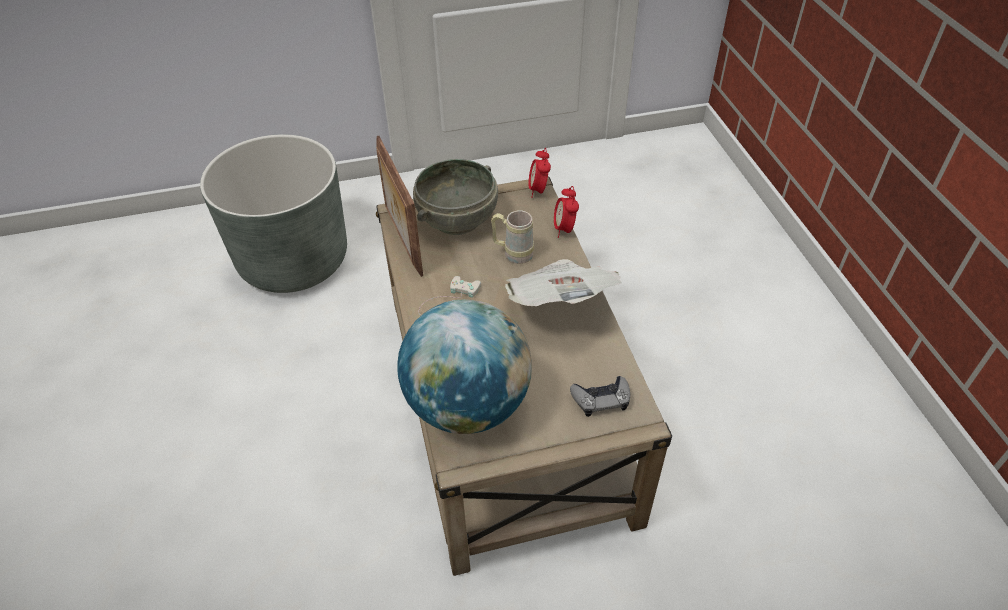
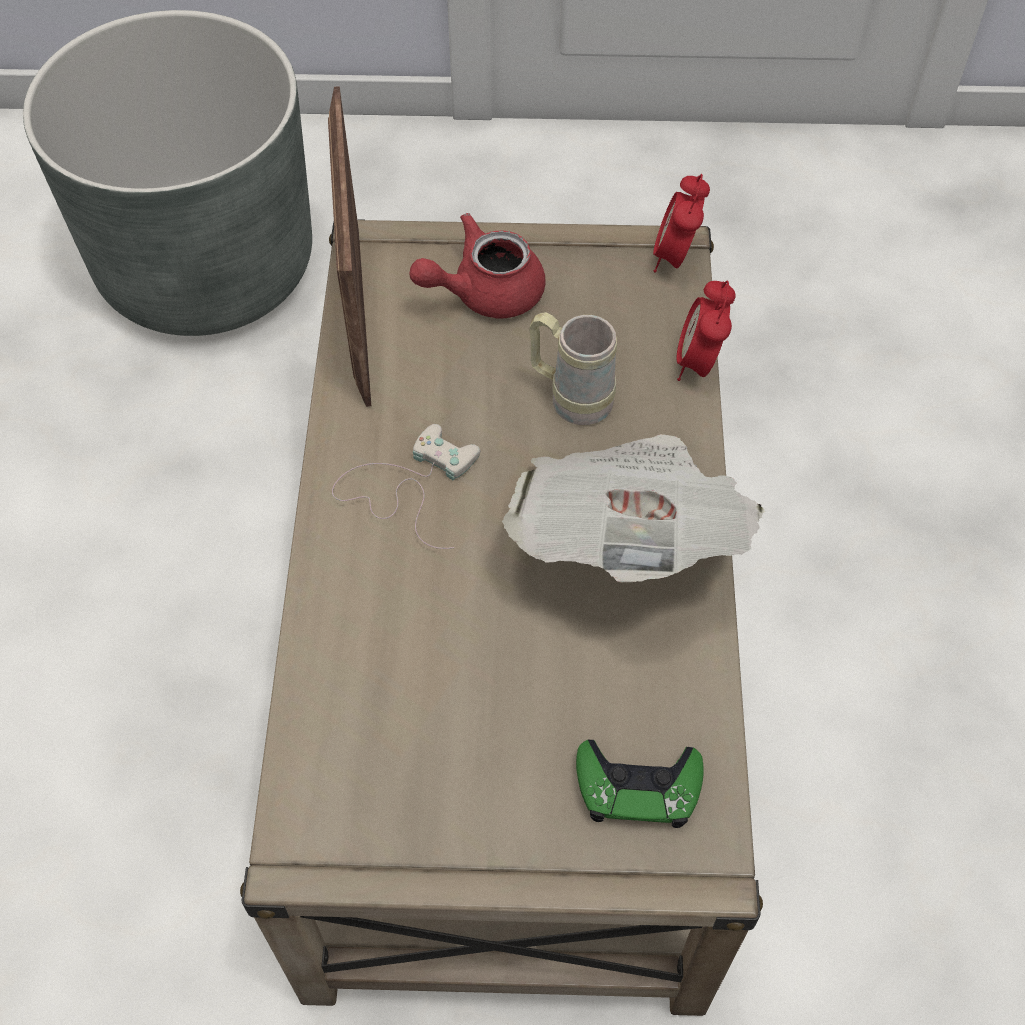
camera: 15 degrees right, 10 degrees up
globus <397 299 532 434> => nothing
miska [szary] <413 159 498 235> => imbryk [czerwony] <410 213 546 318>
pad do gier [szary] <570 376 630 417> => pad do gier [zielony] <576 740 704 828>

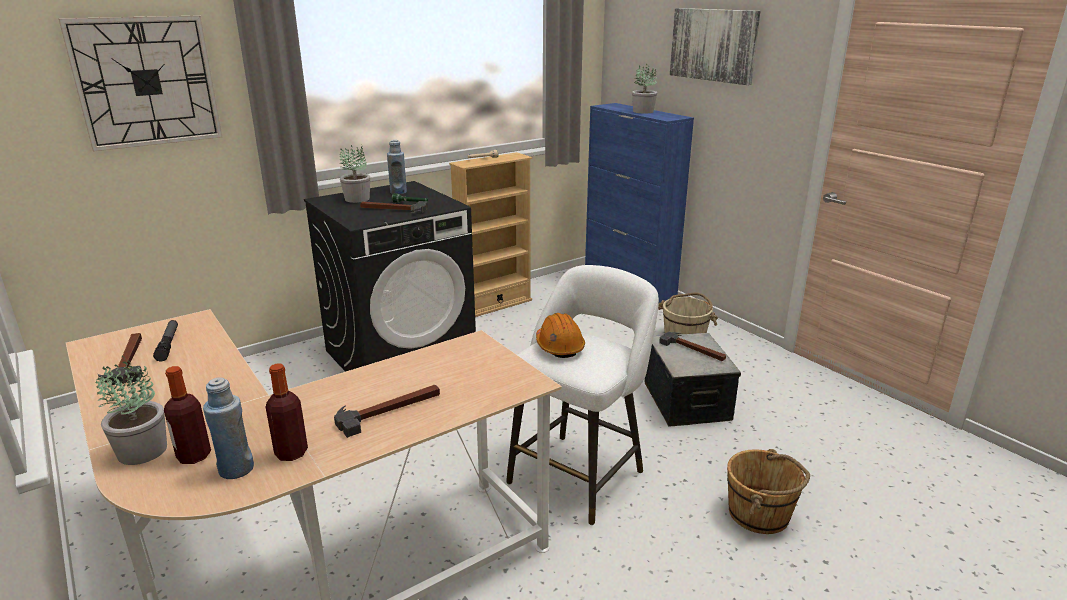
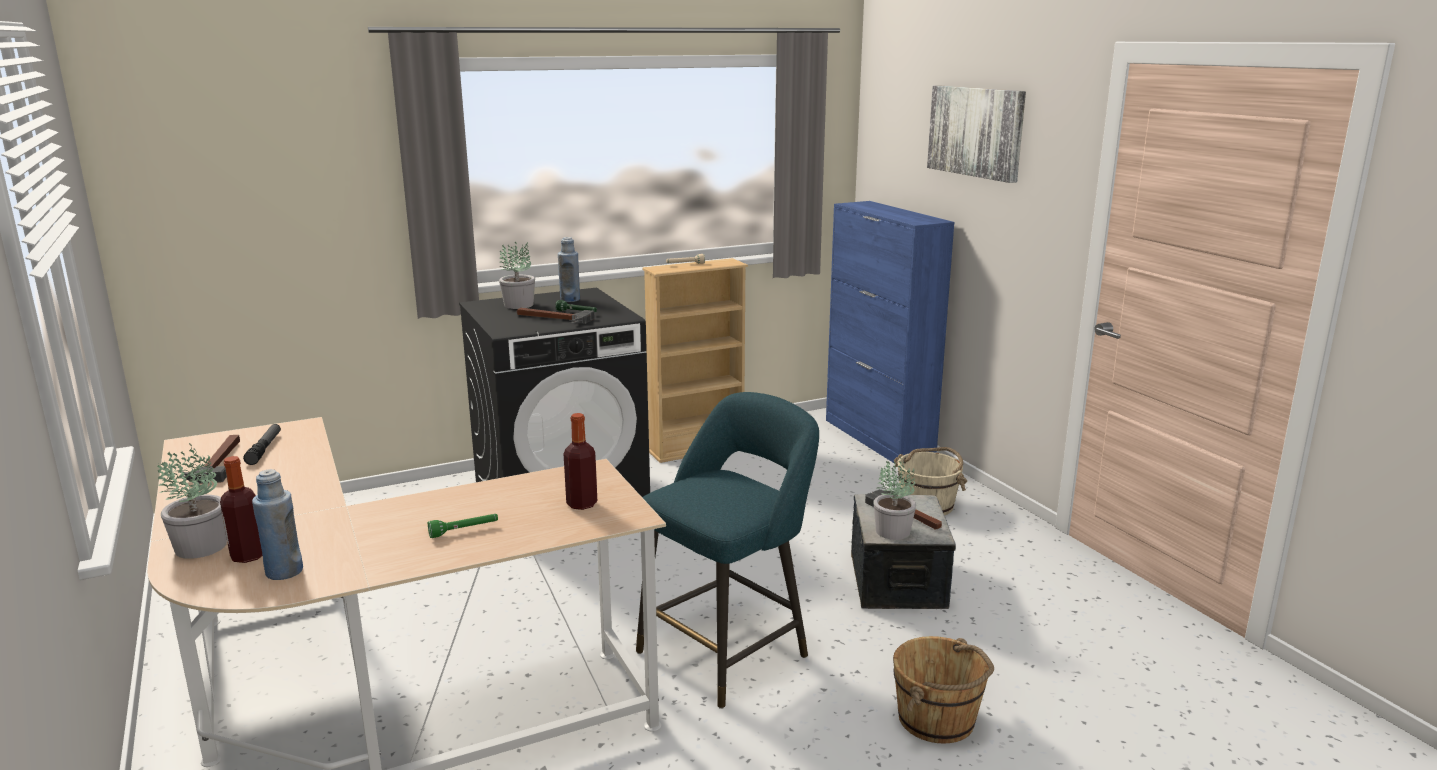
camera: 10 degrees right, 5 degrees down
zegar ścienny <58 15 222 152> => nothing
kask [pomarańczowy] <536 313 585 358> => nothing
butelka <266 364 308 461> => butelka <564 413 597 510>, moved
roślina doniczkowa <632 64 657 113> => roślina doniczkowa <873 457 916 540>, moved
młotek <334 385 440 438> => latarka [zielony] <428 514 498 538>
stołek [biały] <506 265 659 525> => stołek [turkusowy] <636 392 819 709>

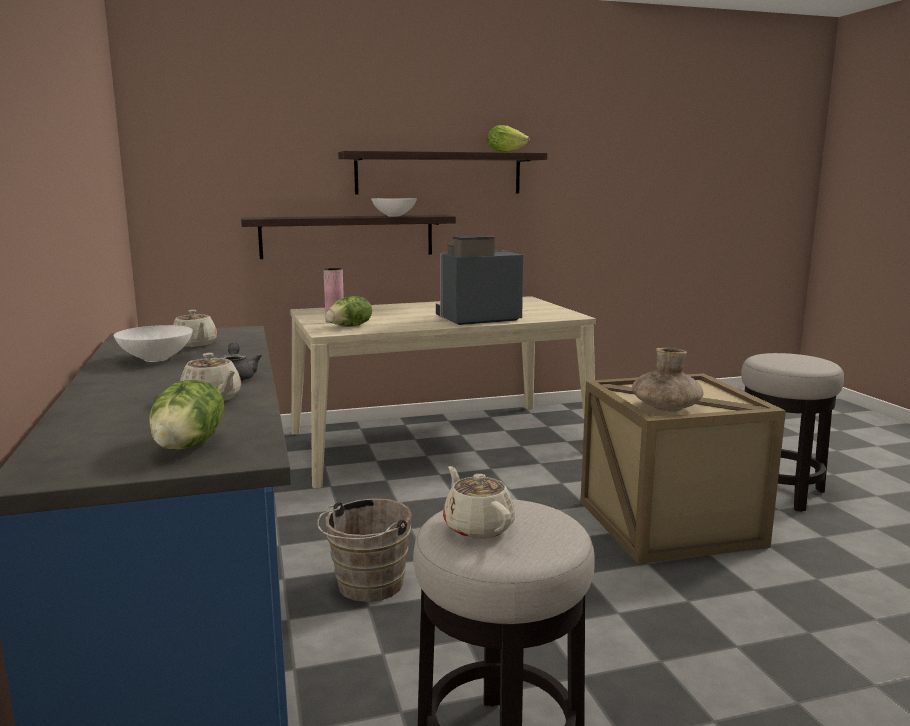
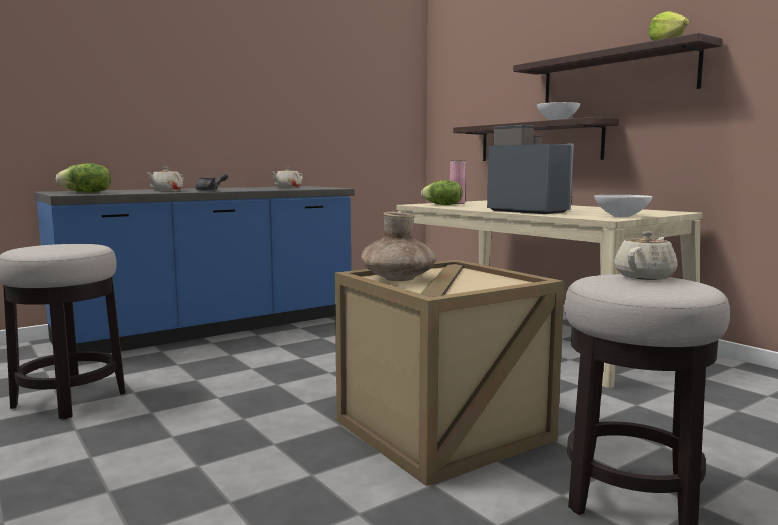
camera: 70 degrees right, 5 degrees down
wiadro [brązowy] <317 498 412 602> => nothing
miska [biały] <114 325 193 362> => miska [biały] <594 195 653 217>, moved
imbryk [beżowy] <443 466 515 539> => imbryk [beżowy] <614 231 677 280>, moved

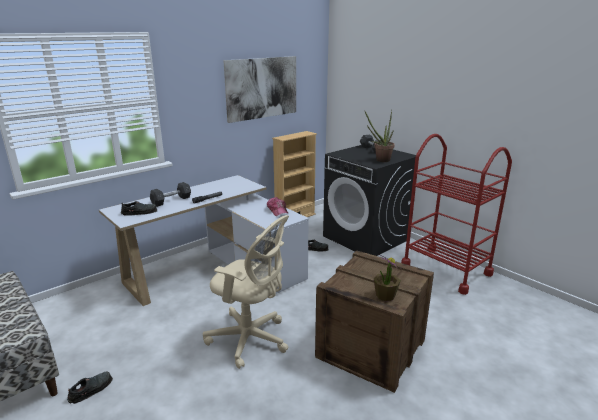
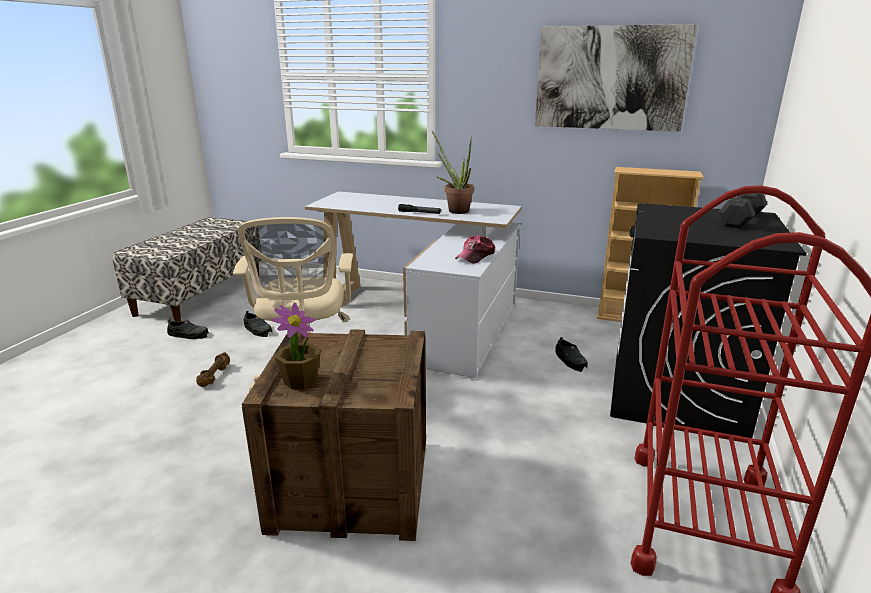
camera: 60 degrees right, 0 degrees up
hantel [szary] <150 182 191 207> => nothing
nothing => hantel [brązowy] <196 352 230 387>
but [czarny] <121 201 157 215> => but [czarny] <244 311 273 337>, moved
roślina doniczkowa <365 110 395 162> => roślina doniczkowa <432 131 474 214>, moved

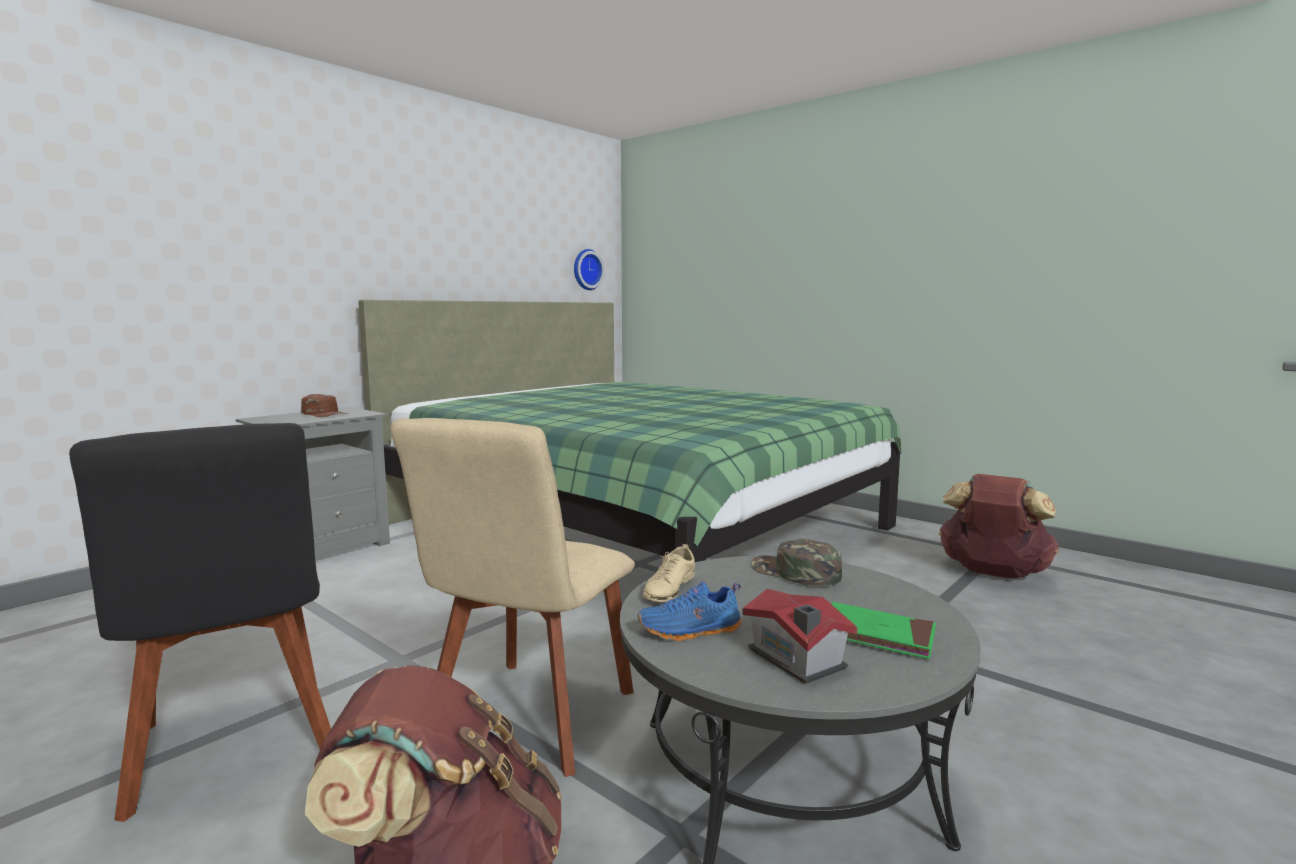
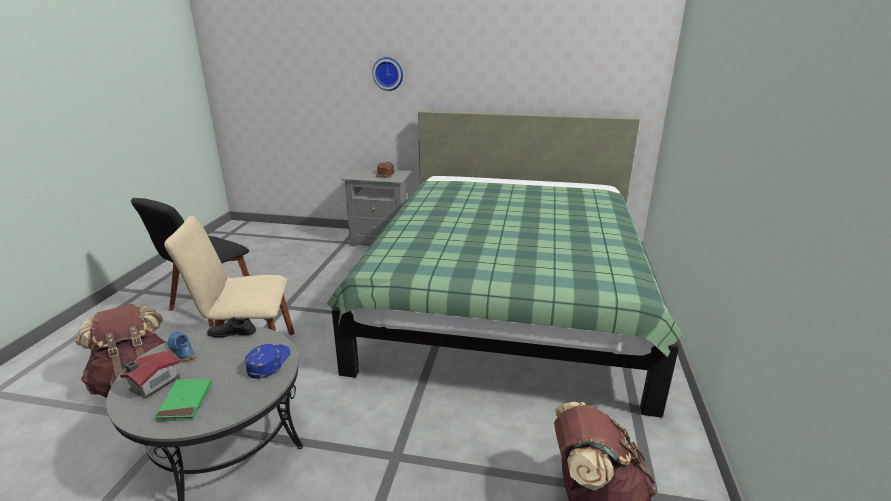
camera: 60 degrees right, 15 degrees up
zegar ścienny <574 249 604 290> => zegar ścienny <372 57 403 91>, moved
but [beżowy] <643 544 695 602> => but [czarny] <207 317 256 338>
czapka z daszkiem [zielony] <751 539 842 586> => czapka z daszkiem [niebieski] <245 344 290 379>

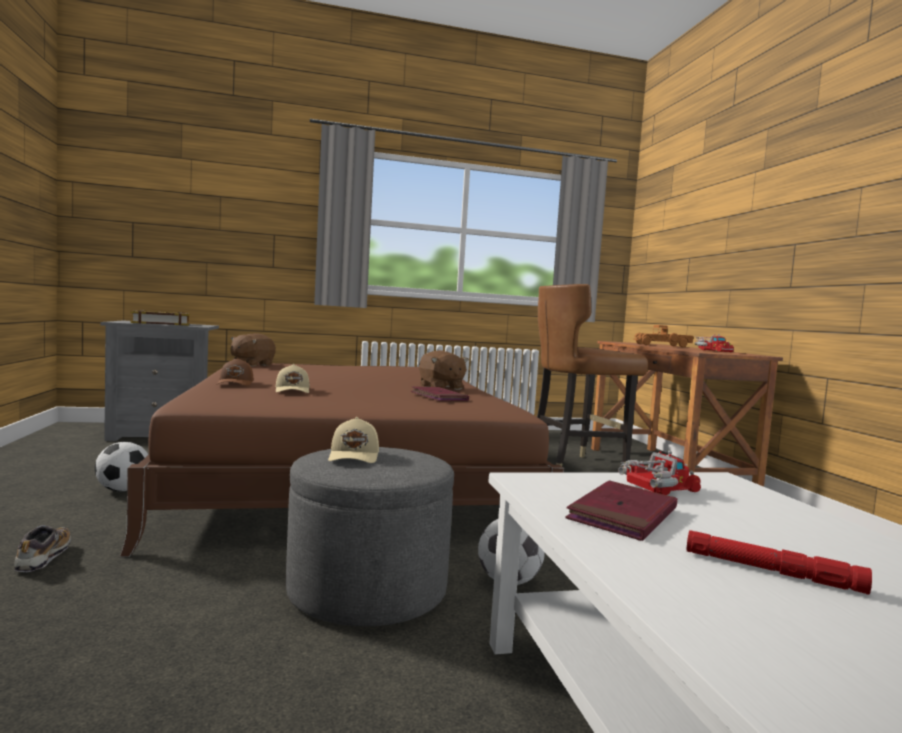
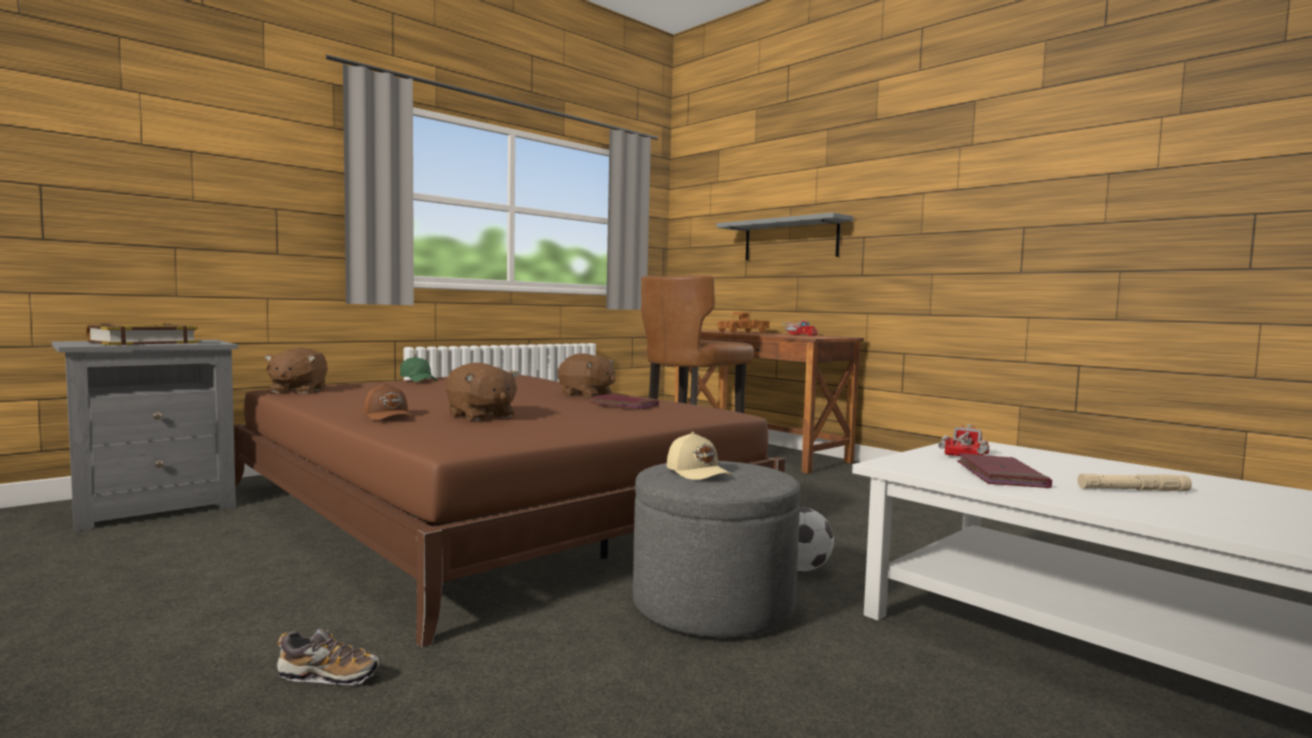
camera: 30 degrees left, 0 degrees up
piłka futbolowa <95 442 148 491> => nothing
nothing => czapka z daszkiem [zielony] <400 357 437 382>
nothing => półka [szary] <717 213 854 260>
czapka z daszkiem [beżowy] <276 364 310 393> => pluszak [brązowy] <446 363 519 421>
latarka [czerwony] <687 530 872 595> => latarka [beżowy] <1077 474 1192 491>
but <14 525 71 572> => but <277 629 380 685>, 135 degrees clockwise

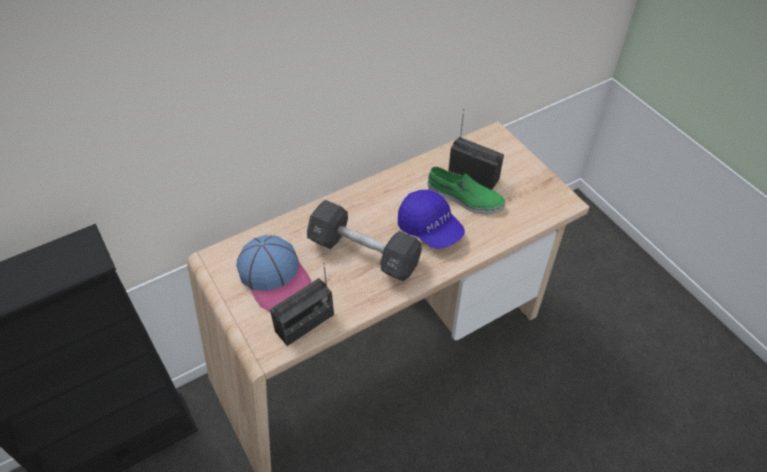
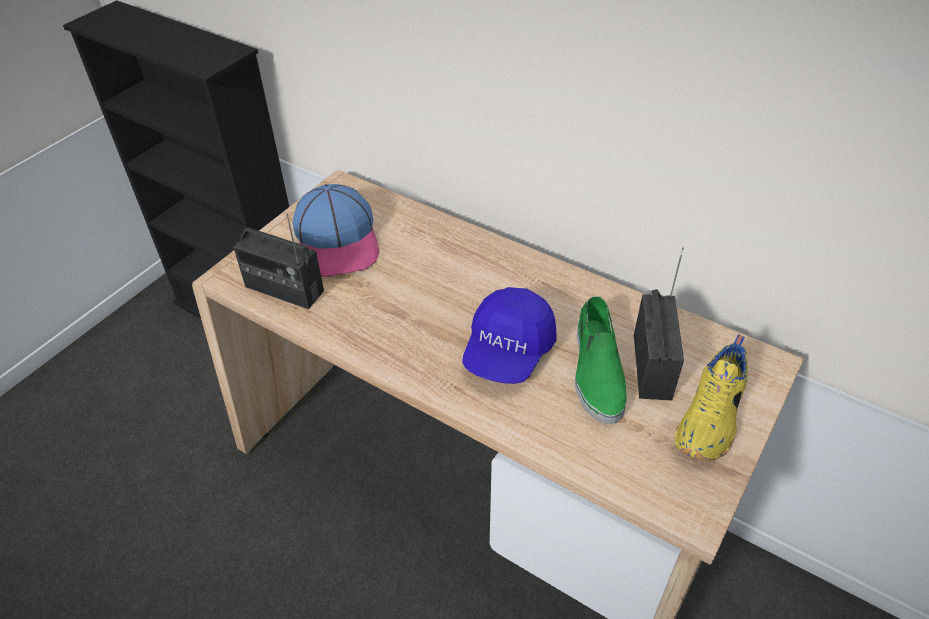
camera: 65 degrees right, 5 degrees down
hantel [czarny] <307 200 422 281> => nothing
nothing => but [żółty] <675 334 748 461>
czapka z daszkiem <236 235 312 311> => czapka z daszkiem <292 184 379 277>, 45 degrees counterclockwise

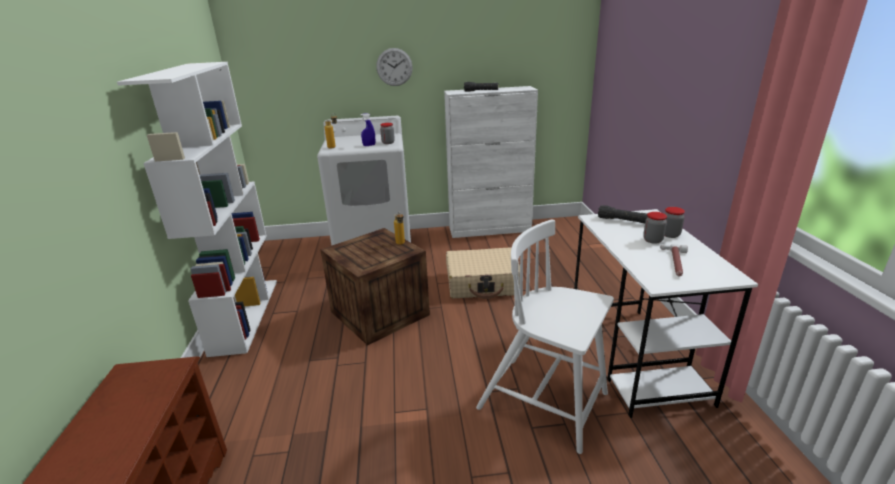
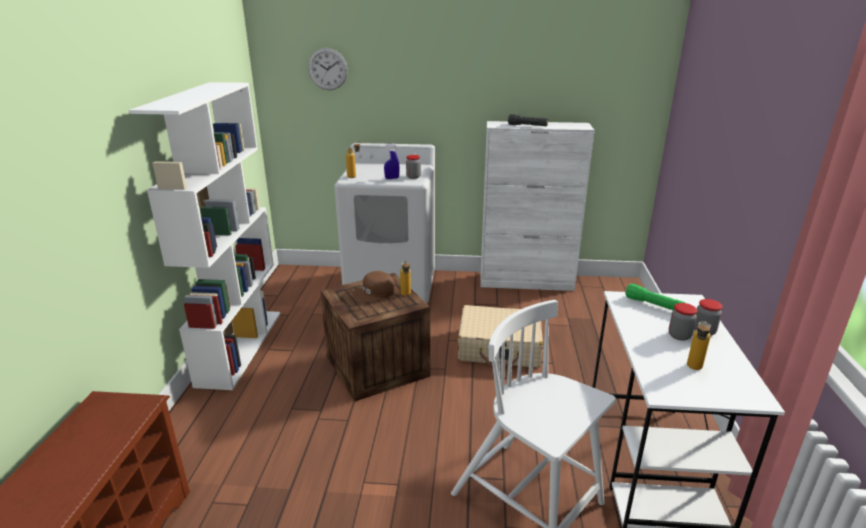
camera: 10 degrees right, 0 degrees up
nothing => czapka z daszkiem [brązowy] <353 271 396 302>
zegar ścienny <376 48 413 86> => zegar ścienny <308 48 348 90>, moved
młotek <660 244 688 276> => butelka <687 321 711 370>
latarka [czarny] <598 205 648 223> => latarka [zielony] <625 284 685 311>

